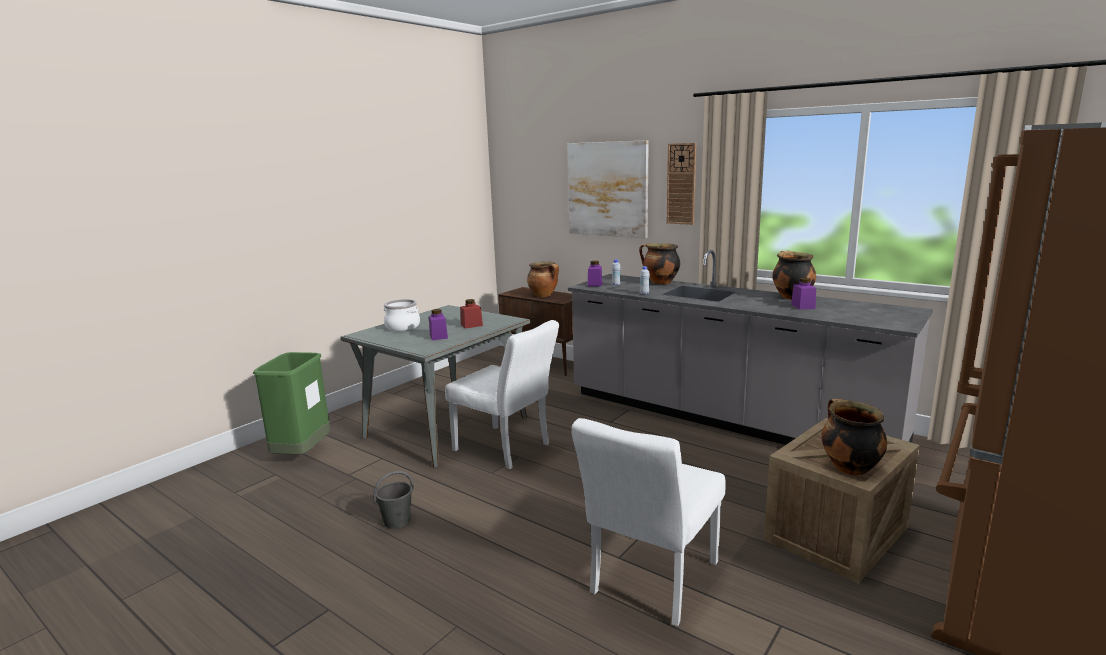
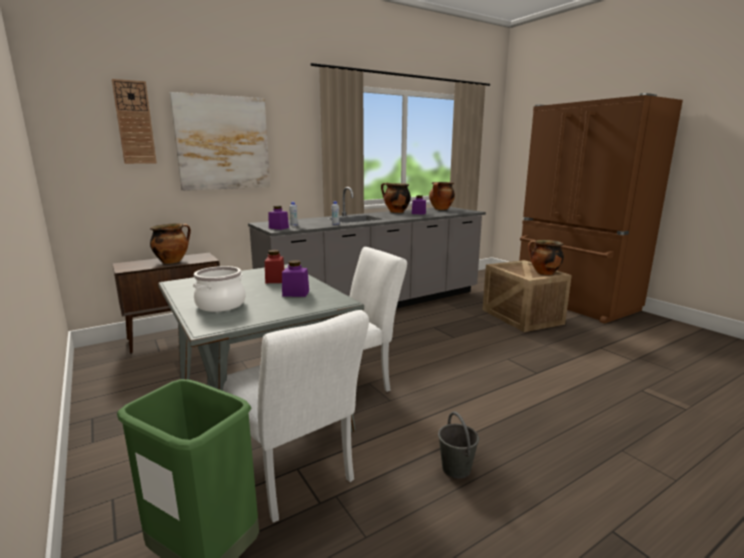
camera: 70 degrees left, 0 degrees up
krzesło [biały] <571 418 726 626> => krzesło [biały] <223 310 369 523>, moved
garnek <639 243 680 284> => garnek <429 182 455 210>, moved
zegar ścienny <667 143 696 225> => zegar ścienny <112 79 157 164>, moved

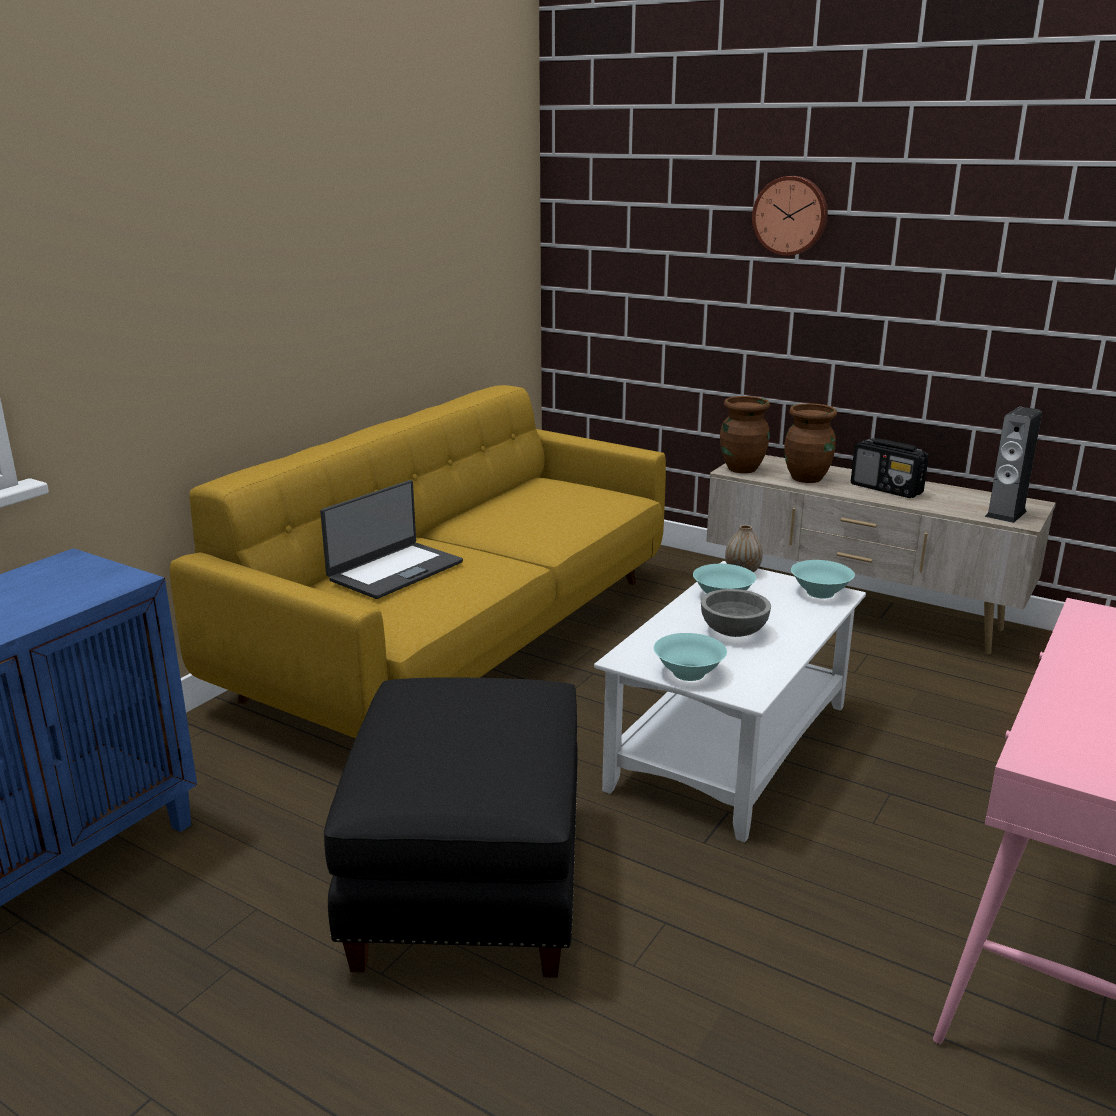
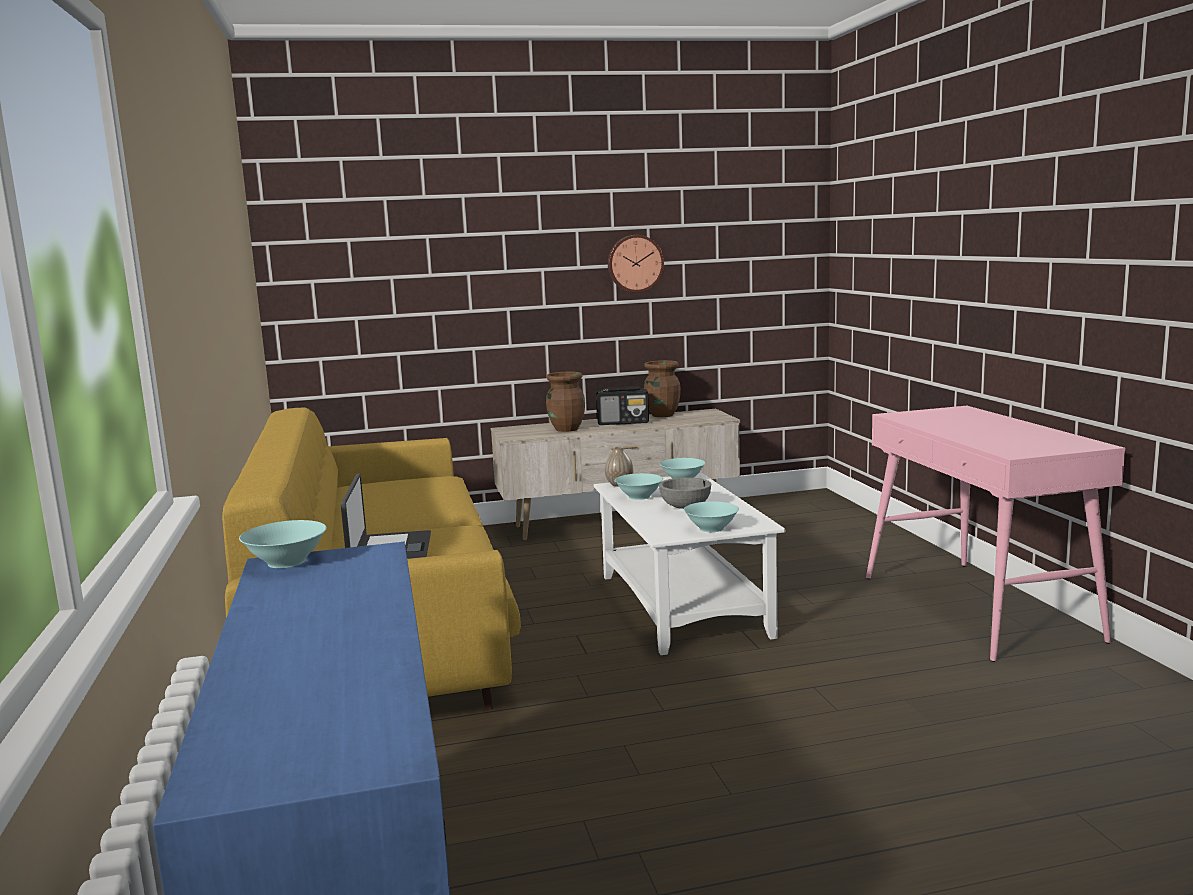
camera: 45 degrees left, 10 degrees down
pufa [czarny] <324 677 578 978> => nothing
głośnik <985 407 1042 523> => nothing
nothing => miska [turkusowy] <239 520 327 568>
wazon [brązowy] <720 396 770 473> => wazon [brązowy] <644 360 681 417>, moved
zegar ścienny <752 176 828 256> => zegar ścienny <608 235 664 293>, moved

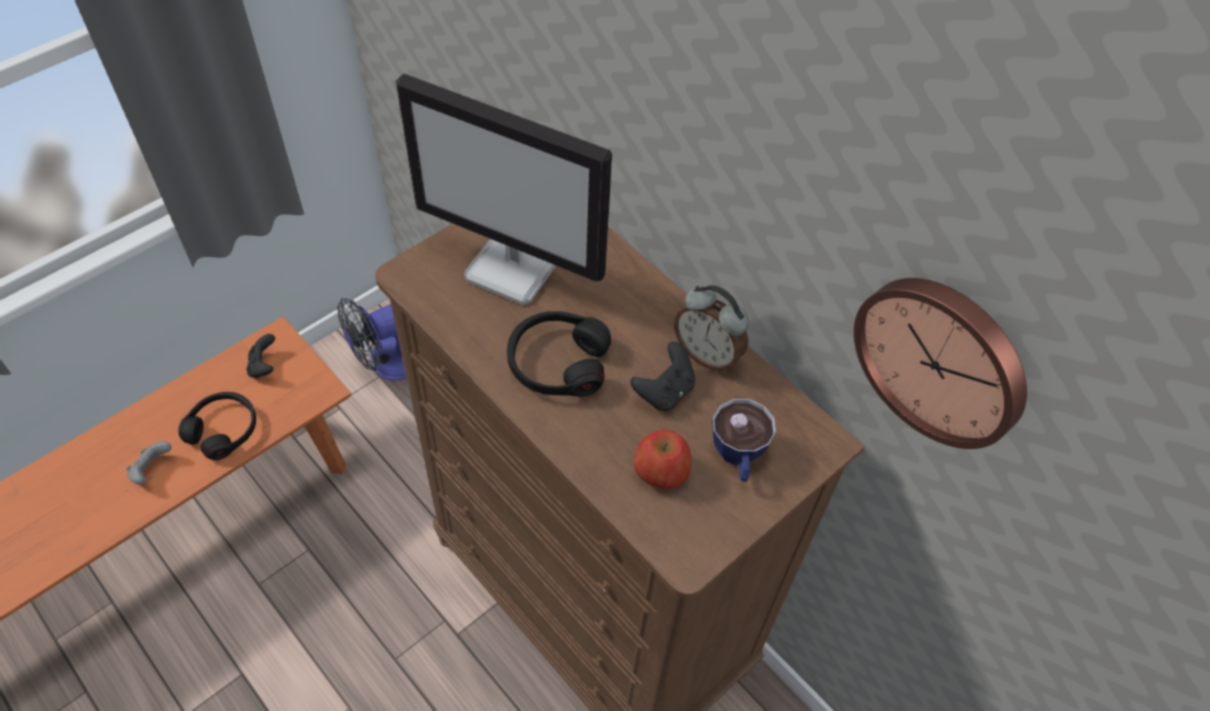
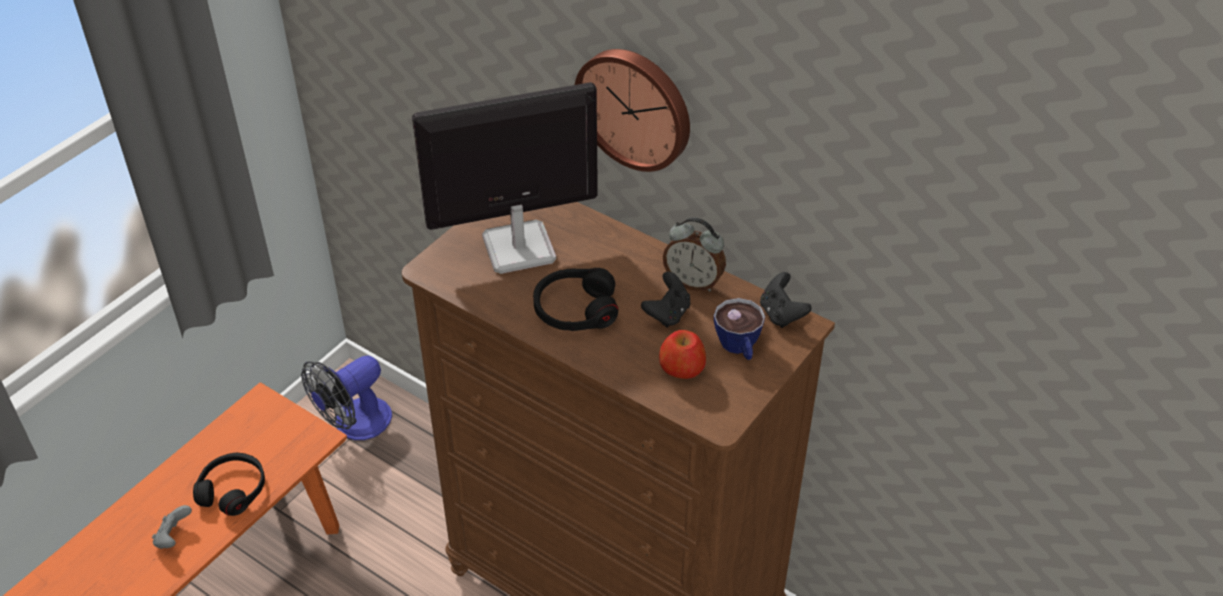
camera: 10 degrees left, 10 degrees down
pad do gier [czarny] <246 334 275 378> => pad do gier [czarny] <760 272 812 328>, moved
zegar ścienny <854 278 1027 449> => zegar ścienny <575 49 690 172>, moved
monitor <396 74 612 305> => monitor <412 82 598 274>, 150 degrees clockwise

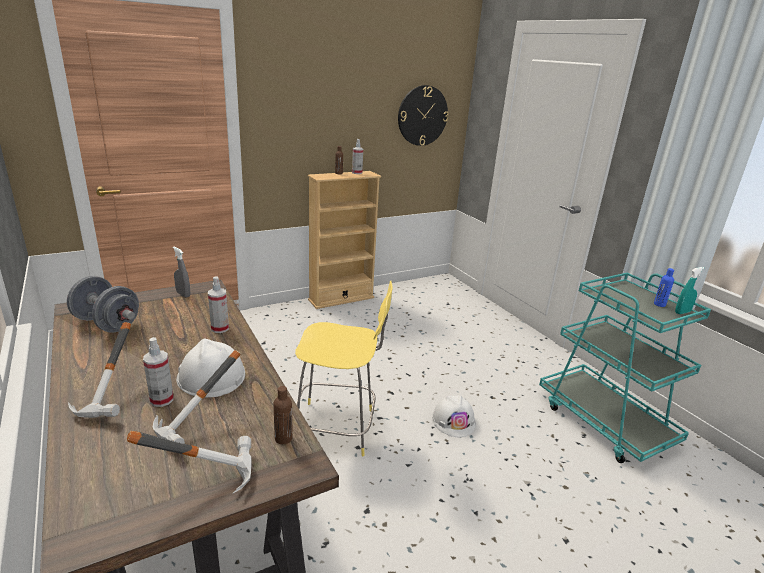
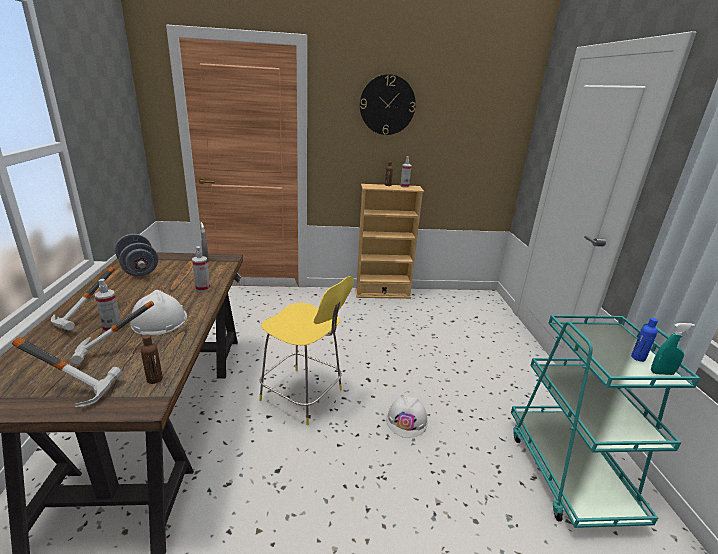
camera: 25 degrees right, 0 degrees up
zegar ścienny <398 85 448 146> => zegar ścienny <360 74 416 135>, moved

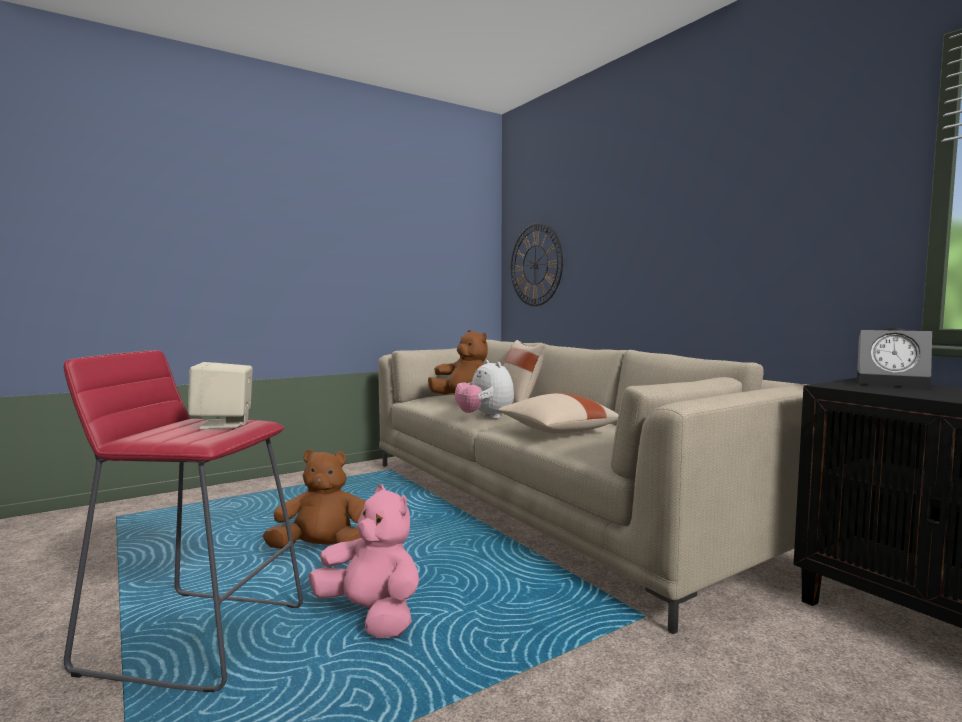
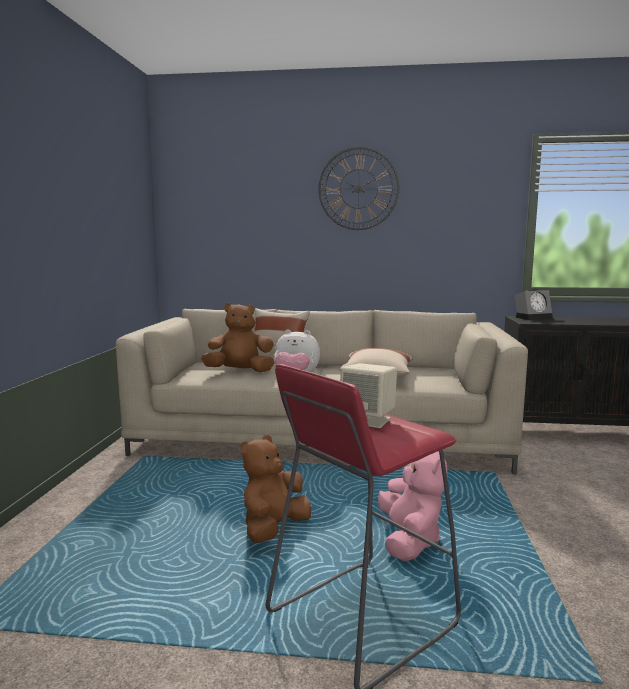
camera: 50 degrees left, 5 degrees up
zegar ścienny <510 223 563 306> => zegar ścienny <319 147 399 230>, moved
pluszak [różowy] <308 485 419 638> => pluszak [różowy] <378 451 448 561>, 105 degrees clockwise

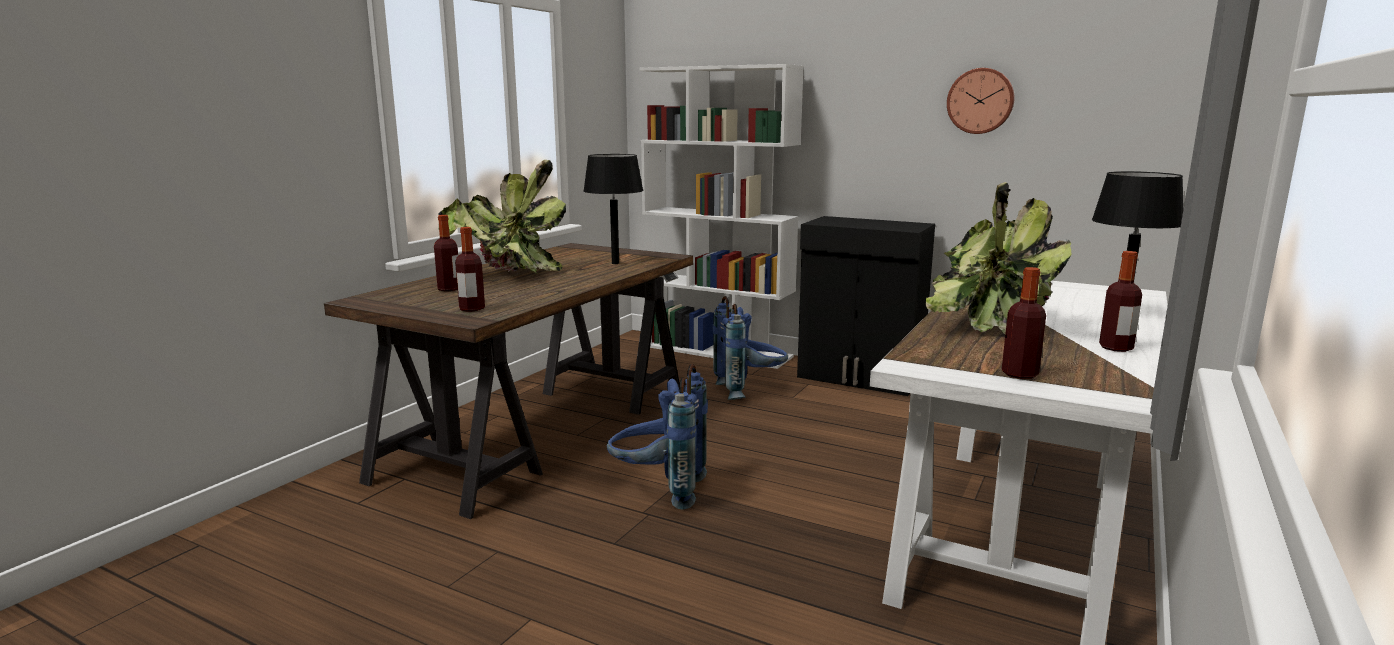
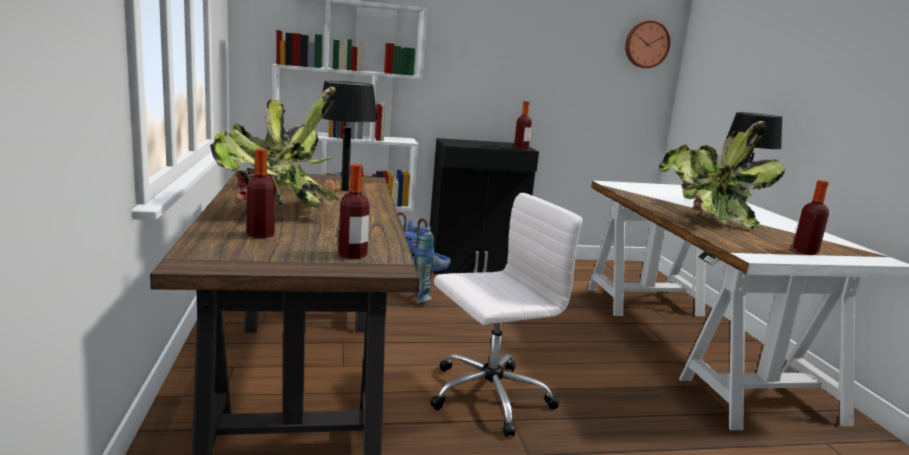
camera: 40 degrees left, 0 degrees up
zegar ścienny <947 68 1014 134> => zegar ścienny <625 21 670 68>, moved
butelka <1099 251 1142 352> => butelka <514 101 532 150>, moved
plecak [niebieski] <607 364 708 510> => krzesło biurowe [biały] <430 193 583 437>

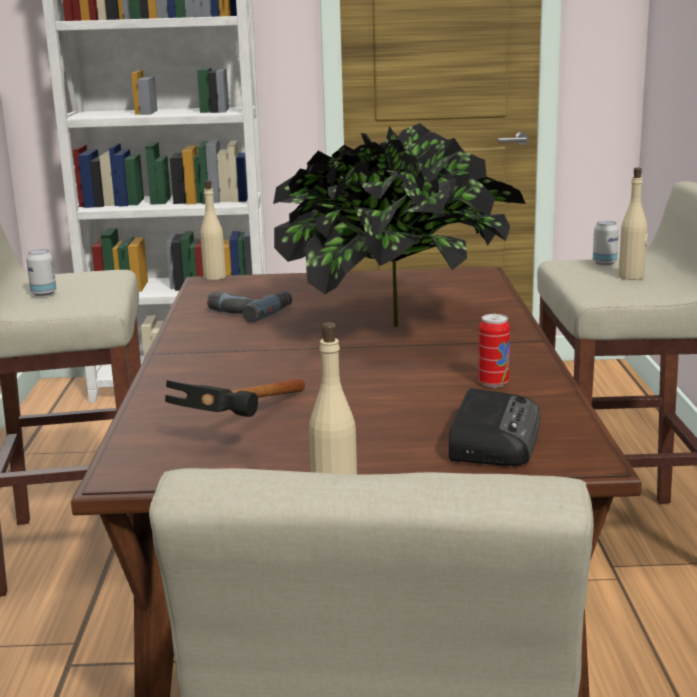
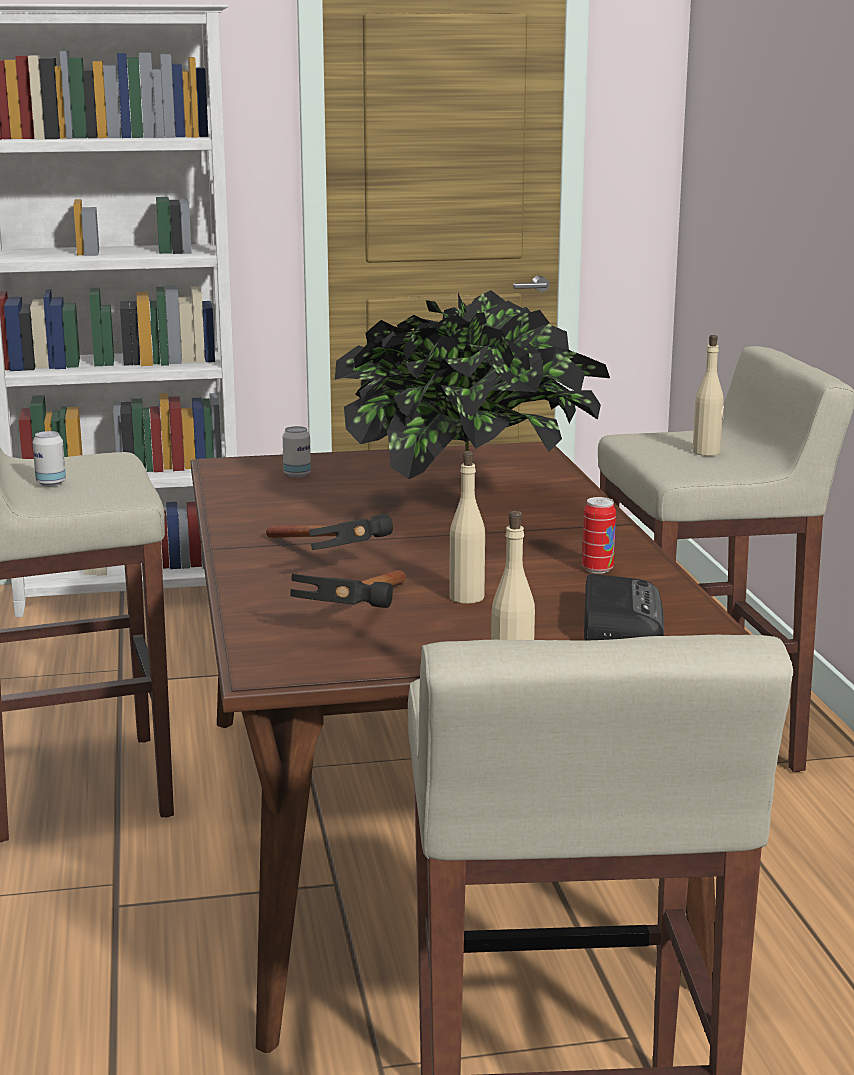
camera: 10 degrees left, 0 degrees up
wiertarka <207 291 292 323> => nothing
nothing => młotek <266 514 393 550>
butelka [beżowy] <200 180 226 280> => butelka [beżowy] <449 451 485 604>, moved
puszka <593 221 619 266> => puszka <283 426 311 478>, moved

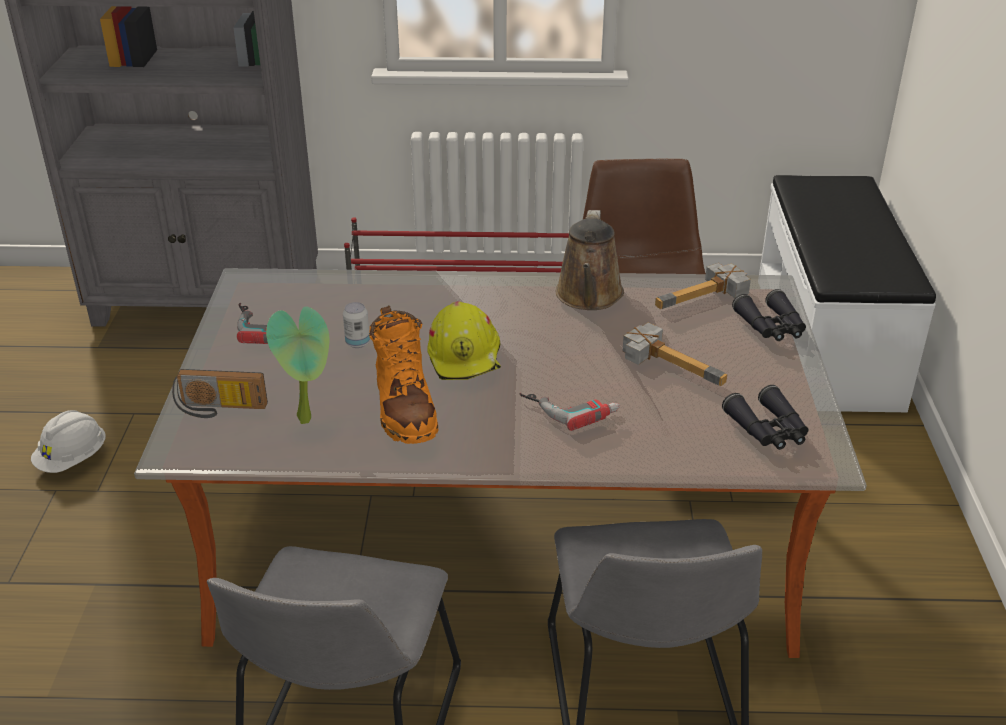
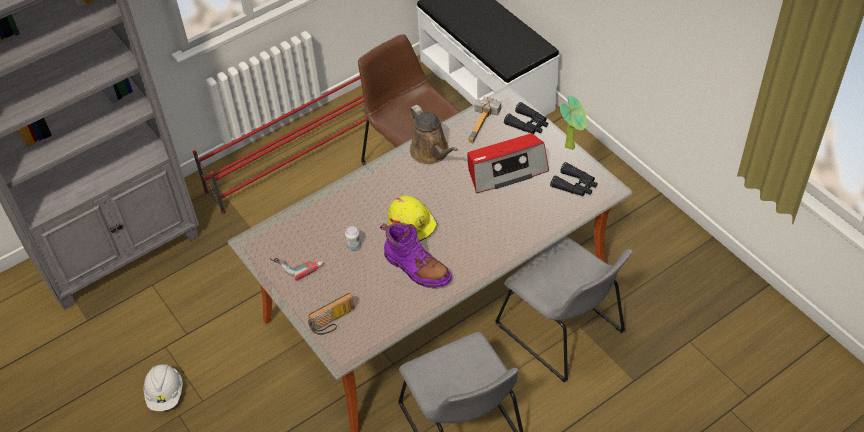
camera: 35 degrees left, 15 degrees up
wiertarka <519 393 620 431> => nothing
roślina doniczkowa <266 306 330 424> => roślina doniczkowa <560 96 587 150>, moved
młotek <623 322 727 386> => radio <467 133 549 193>
but z cholewką [pomarańczowy] <369 306 438 444> => but z cholewką [fioletowy] <380 222 452 288>

